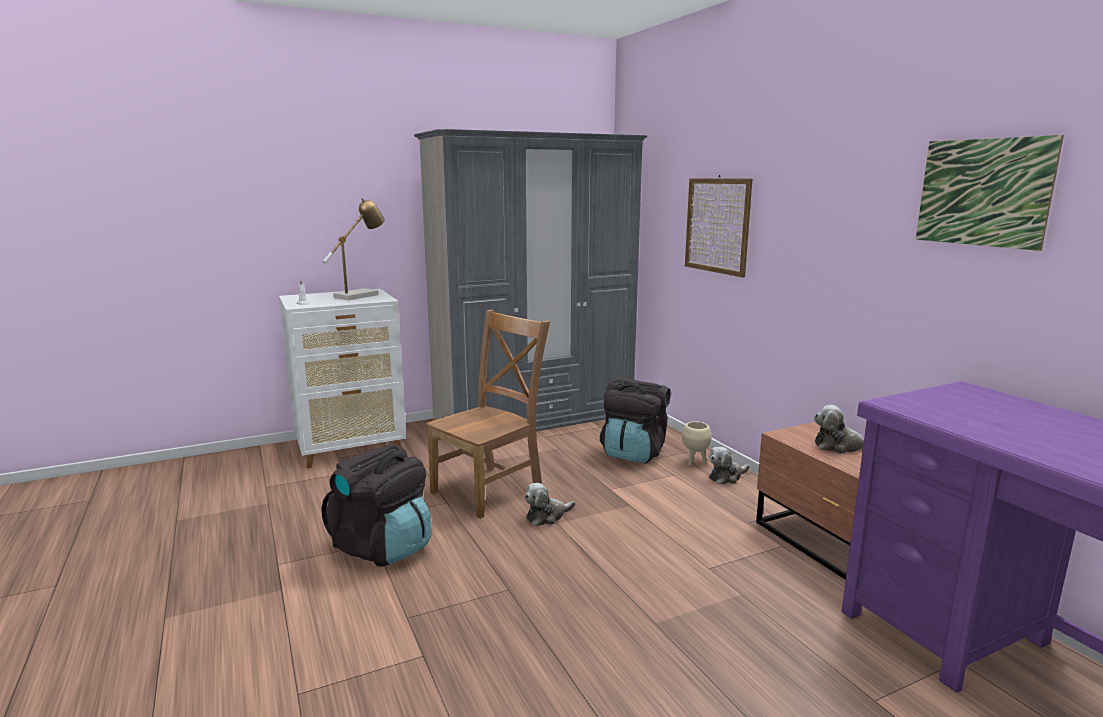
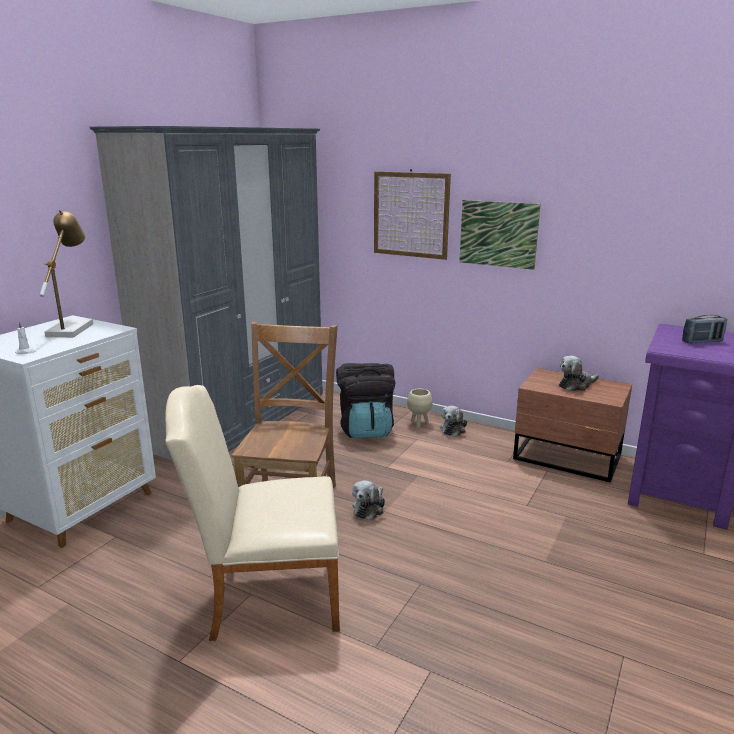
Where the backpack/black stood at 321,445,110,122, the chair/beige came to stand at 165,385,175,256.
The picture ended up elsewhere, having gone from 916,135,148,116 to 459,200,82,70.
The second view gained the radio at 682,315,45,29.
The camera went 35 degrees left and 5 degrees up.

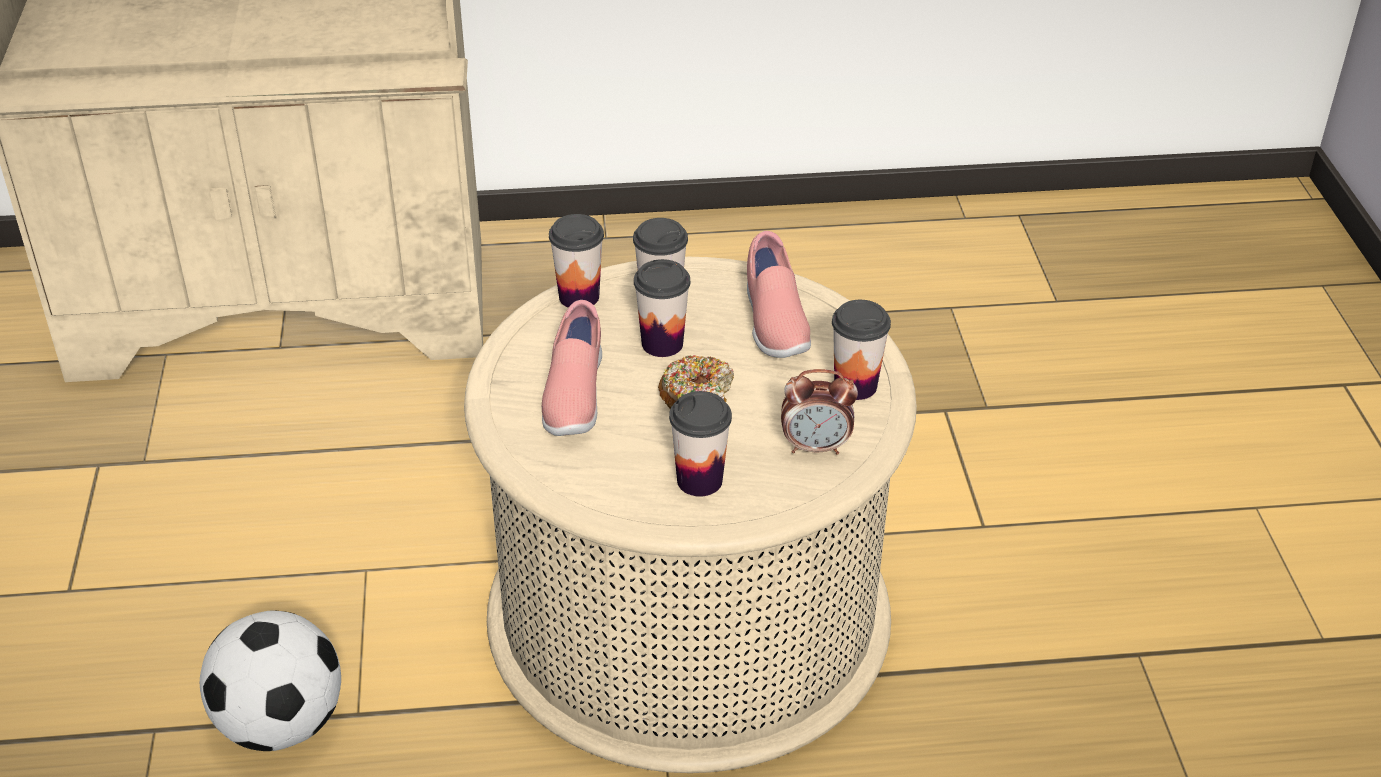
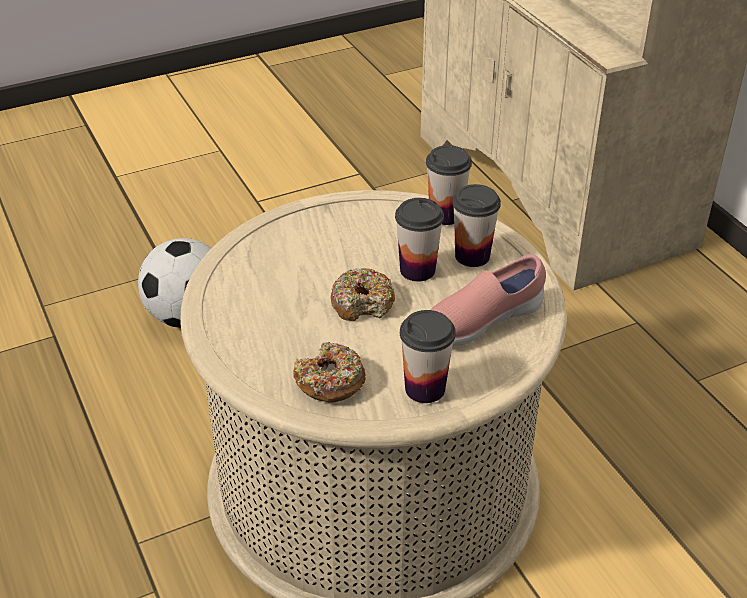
The second view lost the shoe/pink at 542,300,60,136.
The second view lost the cup at 669,391,63,106.
Where the alarm clock stood at 781,369,77,86, the donut came to stand at 293,342,73,61.
The camera went 70 degrees right and 0 degrees up.

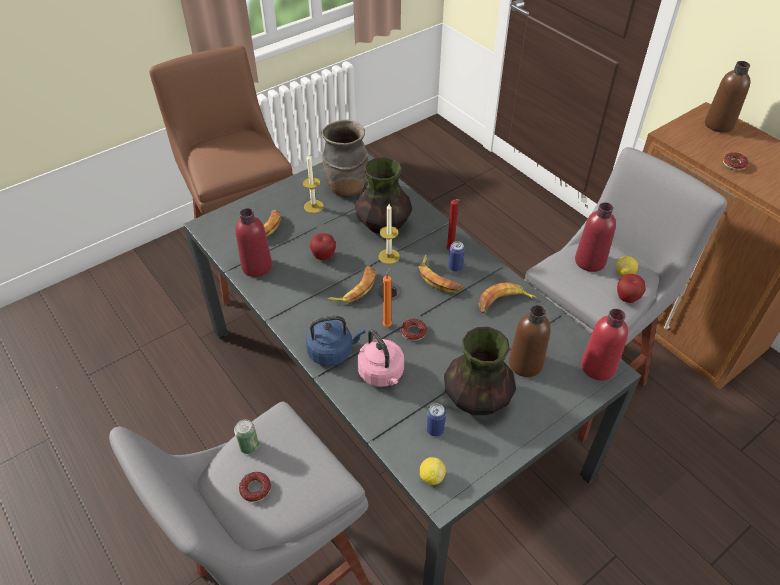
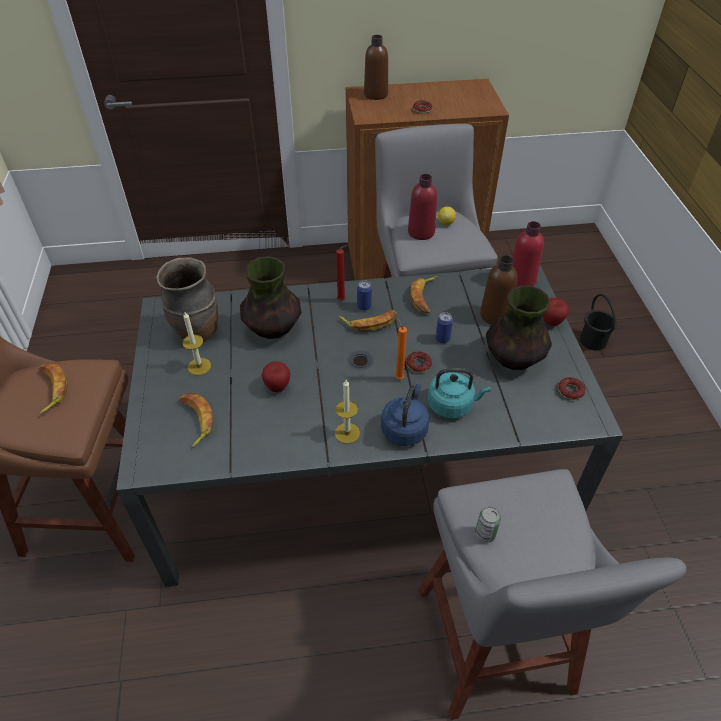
The second view lost the bottle/red at 235,208,37,69.
The donut ended up elsewhere, having gone from 239,472,32,30 to 558,377,27,23.
The banana ended up elsewhere, having gone from 327,266,49,37 to 38,363,29,51.
What was the kettle/pink at 357,329,47,58 turned into the kettle/turquoise at 428,368,63,51.
The candle ended up elsewhere, having gone from 379,204,21,60 to 335,380,25,64.
The second view lost the lemon at 420,457,26,28.
The can ended up elsewhere, having gone from 427,404,19,33 to 435,312,18,31.
The apple ended up elsewhere, having gone from 617,274,29,29 to 543,298,26,28.
The second view gained the bucket/black at 580,294,37,57.
The camera went 60 degrees left and 0 degrees up.

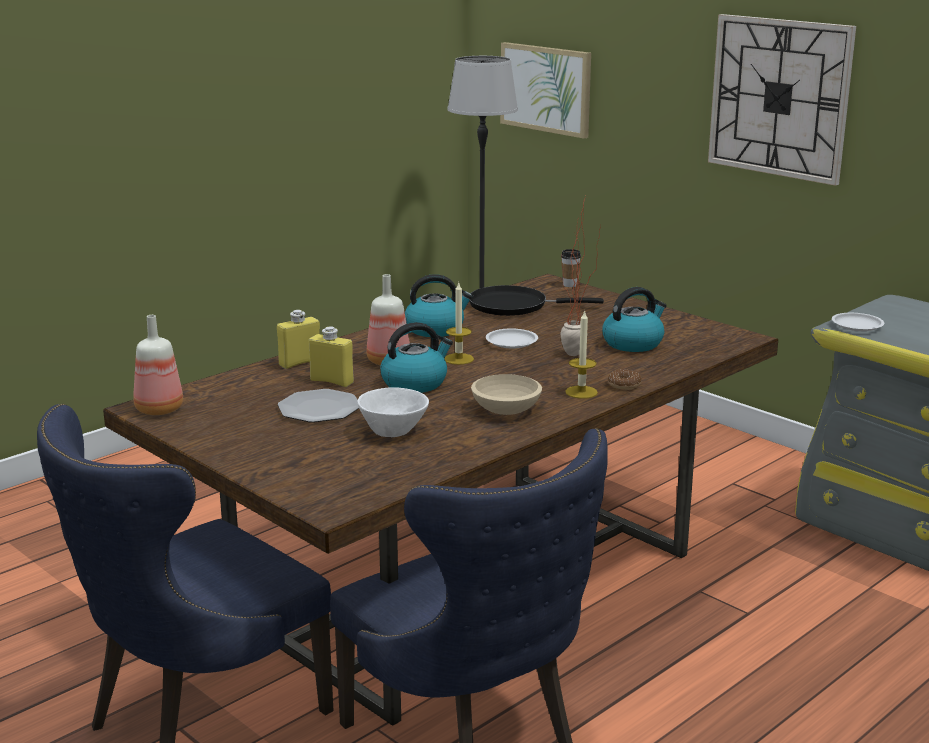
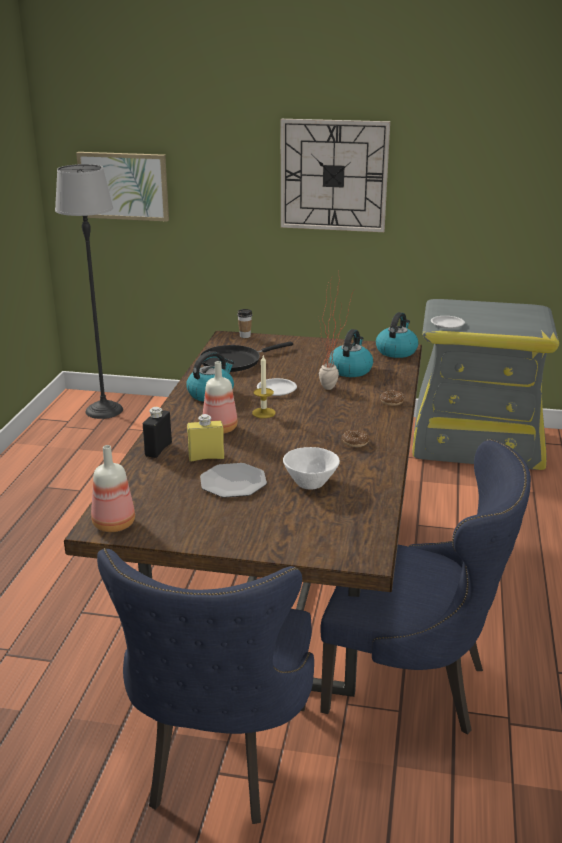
What was the bottle/yellow at 277,310,43,59 turned into the bottle/black at 143,407,29,51.
The kettle ended up elsewhere, having gone from 380,322,73,71 to 376,312,43,46.
Where the bowl/beige stood at 471,374,71,41, the donut came to stand at 342,430,27,17.
The second view lost the candle at 565,310,33,89.
The camera went 35 degrees left and 5 degrees up.

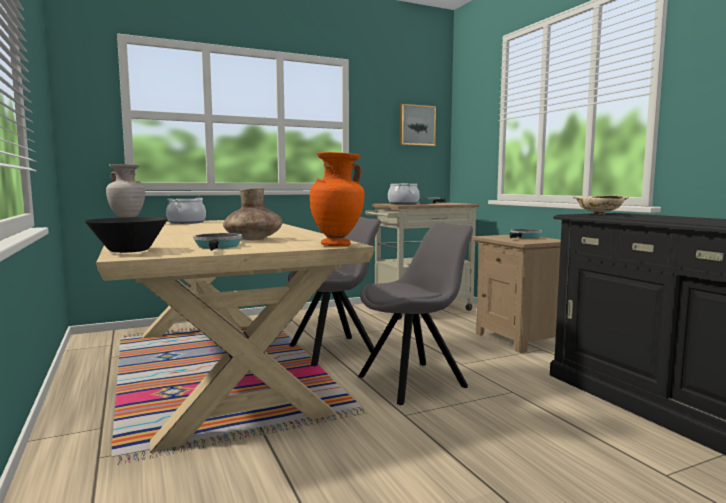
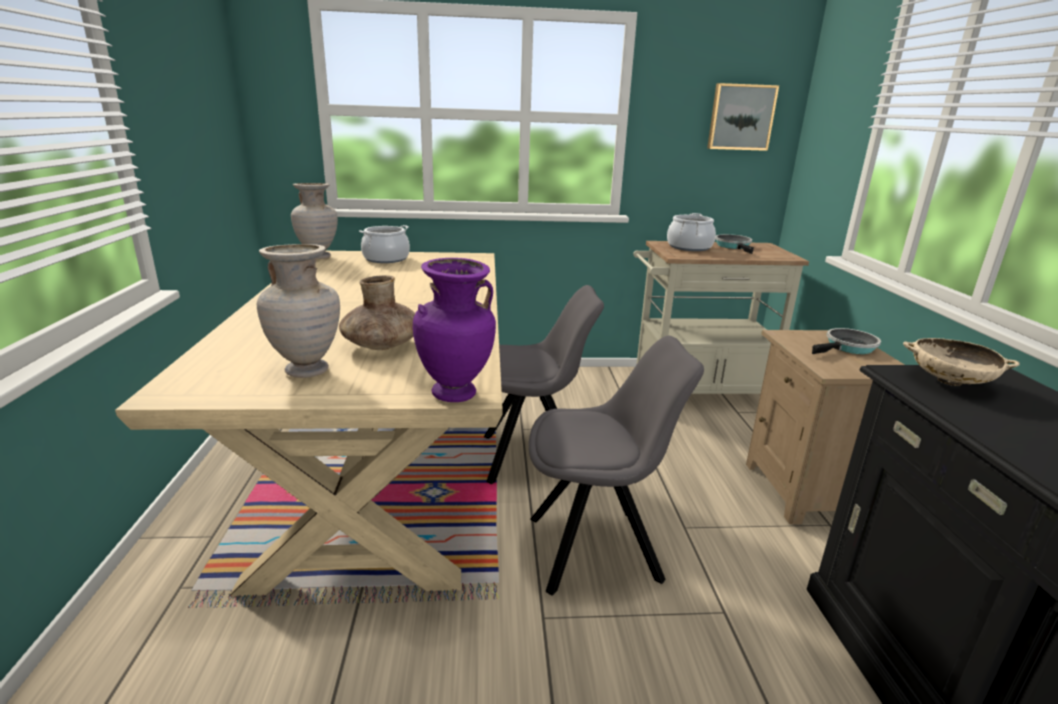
The second view lost the bowl/black at 85,217,83,36.
Where the frying pan stood at 193,233,49,18, the vase/beige came to stand at 257,244,83,134.
What was the vase/orange at 310,152,54,94 turned into the vase/purple at 413,258,83,144.
The camera went 20 degrees right and 15 degrees up.

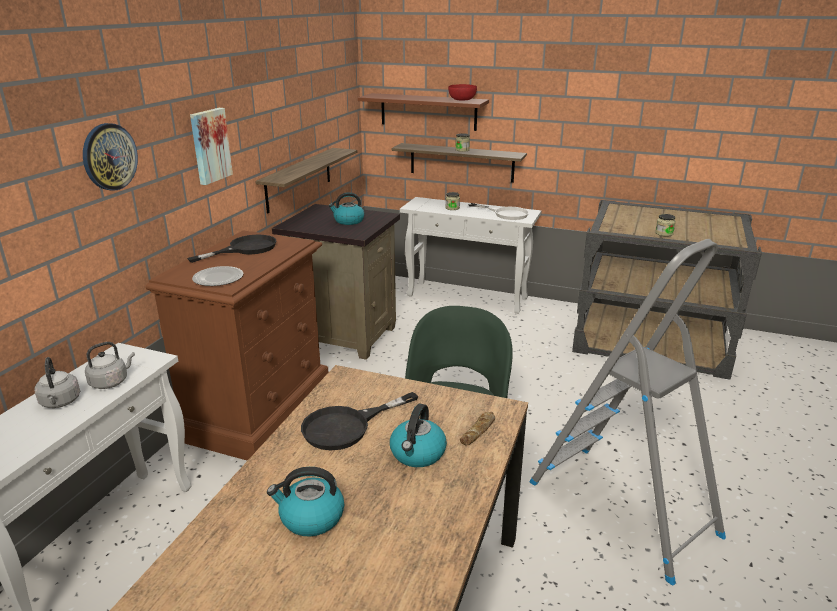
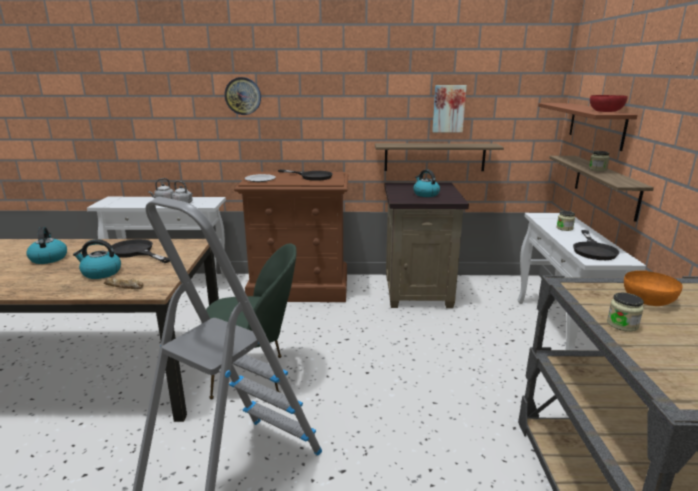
The picture ended up elsewhere, having gone from 190,108,43,77 to 432,85,35,47.
What was the frying pan/white at 468,203,61,17 turned into the frying pan/black at 573,230,46,30.
The second view gained the bowl/orange at 624,271,59,35.
The camera went 70 degrees right and 5 degrees down.

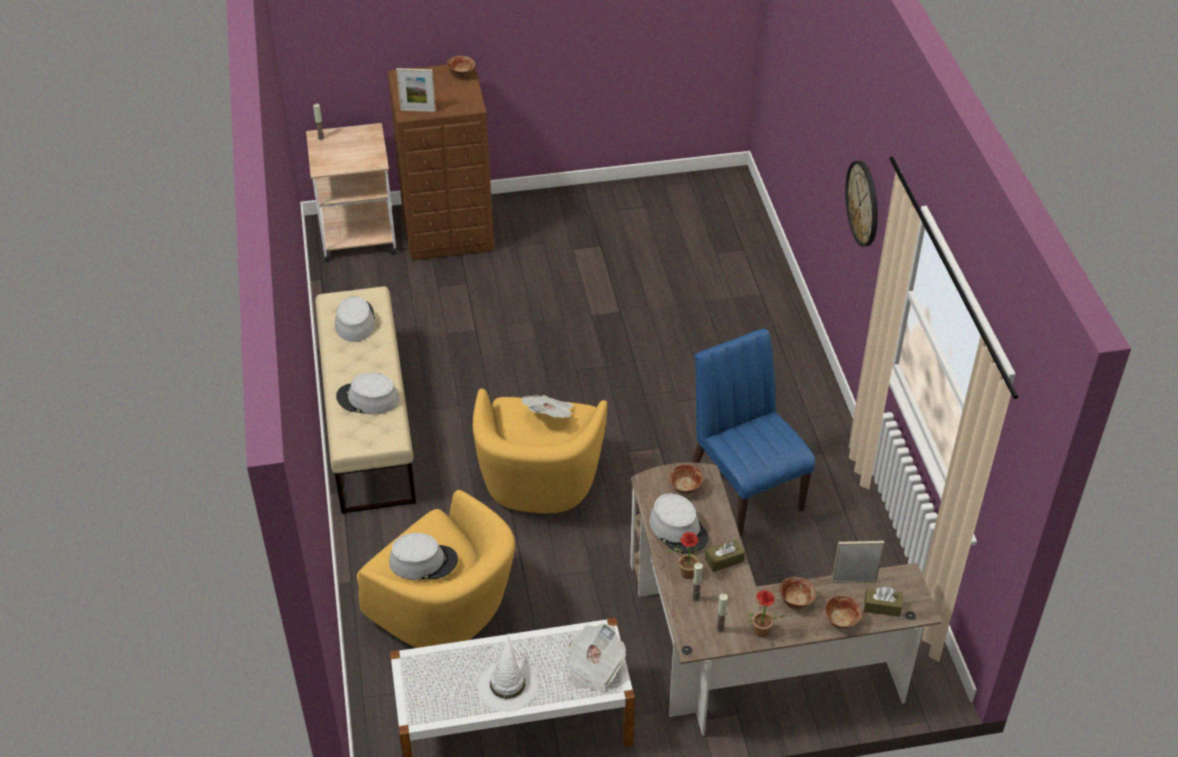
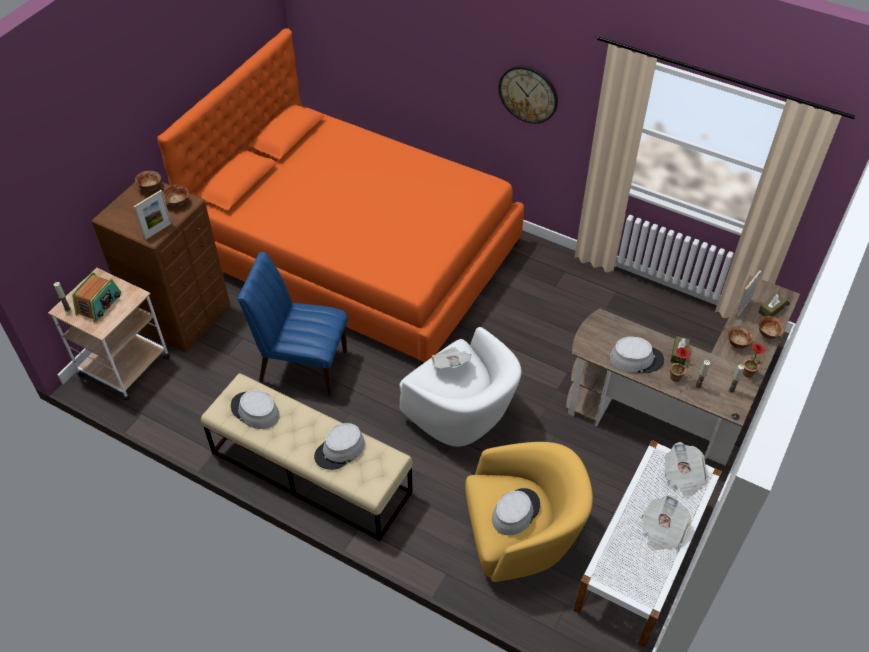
What was the armchair/yellow at 473,389,134,124 turned into the armchair/white at 400,327,122,120.
Where the hat/white stood at 478,634,60,78, the newspaper came to stand at 642,495,49,55.
The bowl ended up elsewhere, having gone from 668,464,35,30 to 163,185,26,22.
The chair/blue ended up elsewhere, having gone from 692,329,123,208 to 237,252,111,144.
The second view gained the radio at 72,272,49,50.
The second view gained the bed/orange at 157,28,367,337.
The camera went 50 degrees left and 5 degrees up.

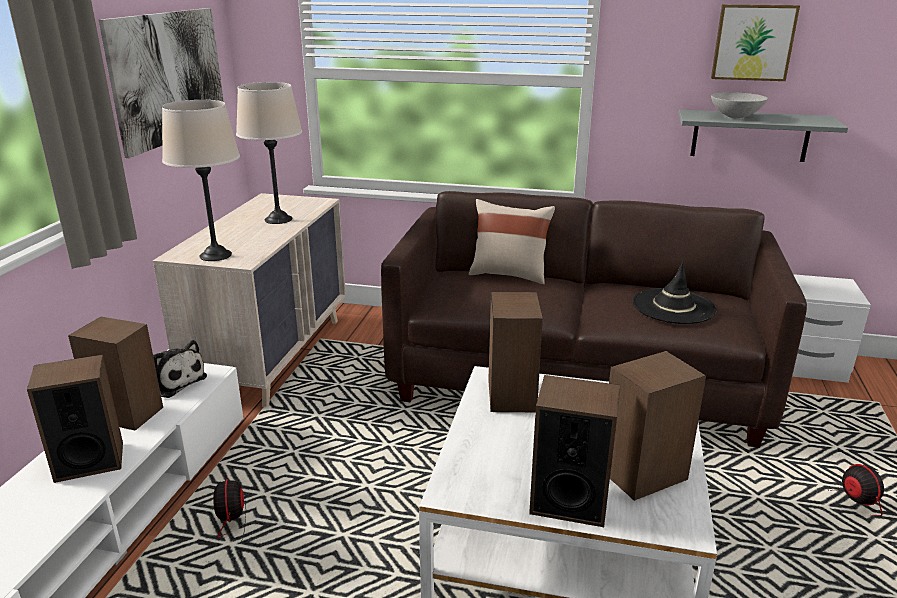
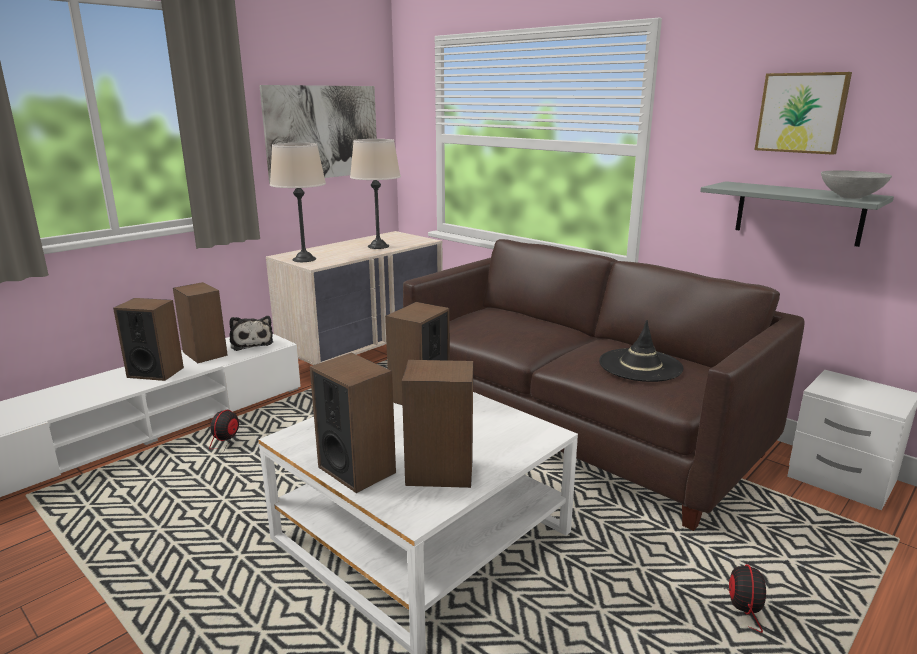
The second view lost the pillow/beige at 469,199,86,85.
The bowl/grey ended up elsewhere, having gone from 711,92,57,27 to 821,170,71,29.
The camera went 30 degrees right and 5 degrees down.

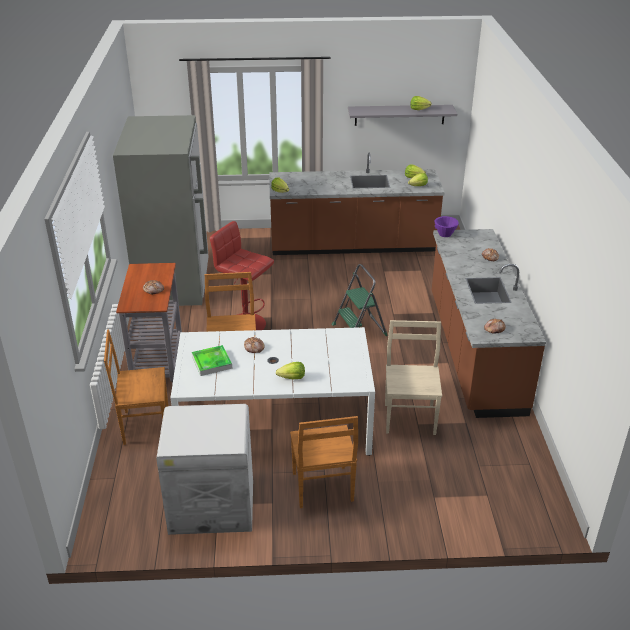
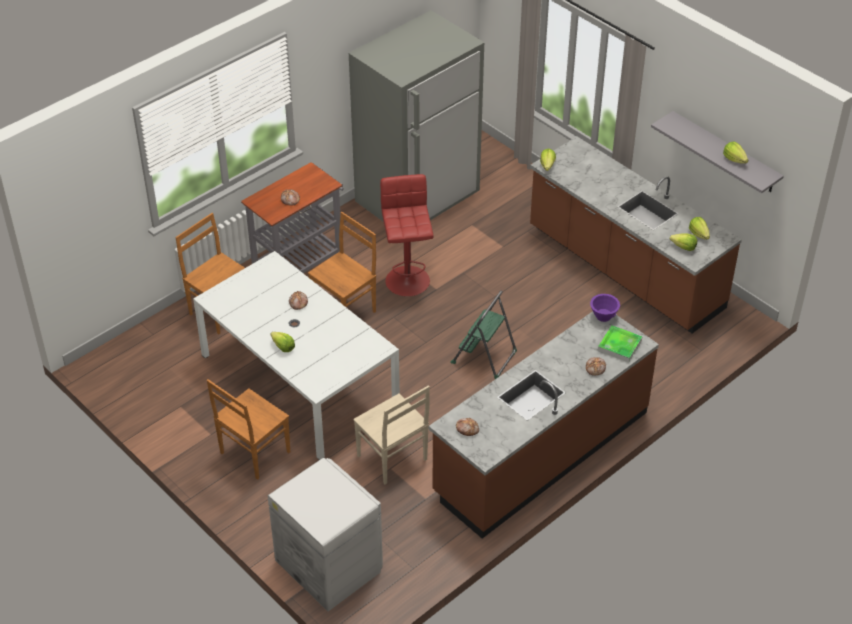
The washing machine/white ended up elsewhere, having gone from 156,404,97,131 to 268,458,115,153.
The tray ended up elsewhere, having gone from 192,345,40,31 to 598,325,45,37.
The chair/beige at 385,320,57,115 ended up facing another way, 90 degrees clockwise from before.
The camera went 50 degrees right and 10 degrees up.

